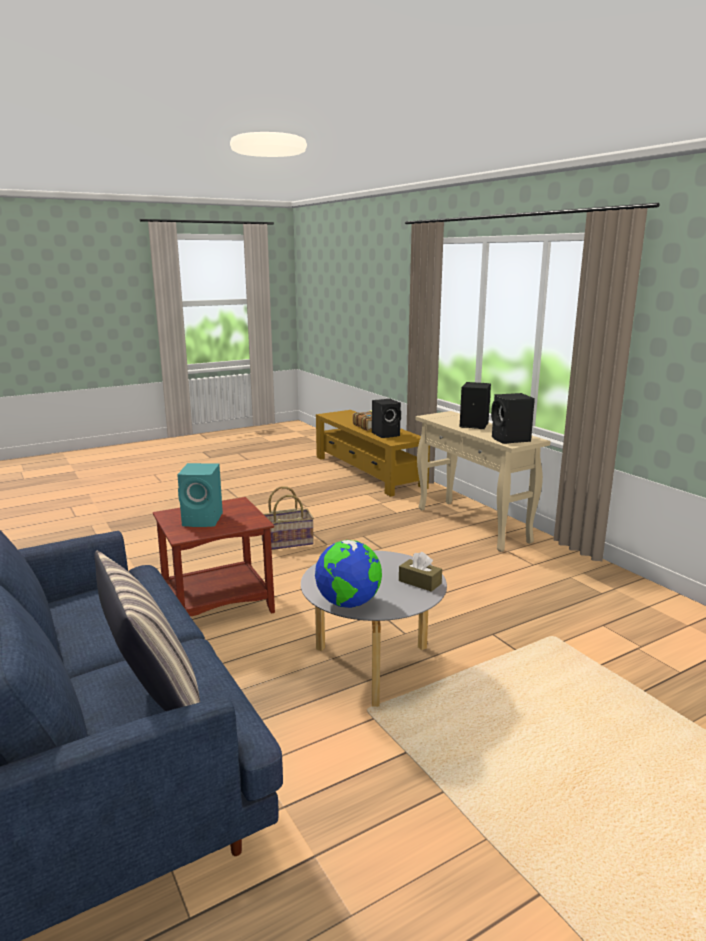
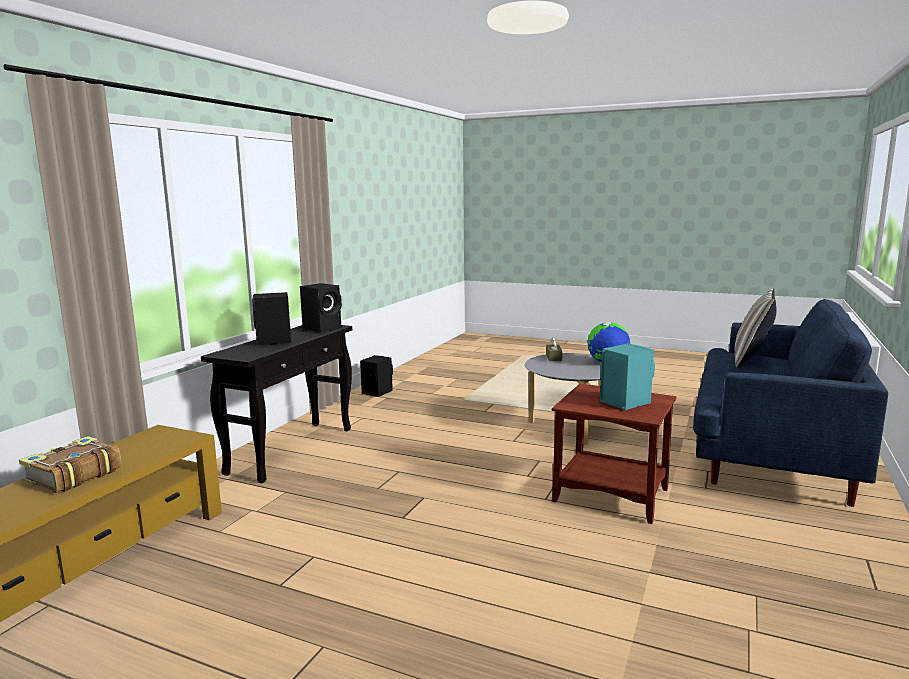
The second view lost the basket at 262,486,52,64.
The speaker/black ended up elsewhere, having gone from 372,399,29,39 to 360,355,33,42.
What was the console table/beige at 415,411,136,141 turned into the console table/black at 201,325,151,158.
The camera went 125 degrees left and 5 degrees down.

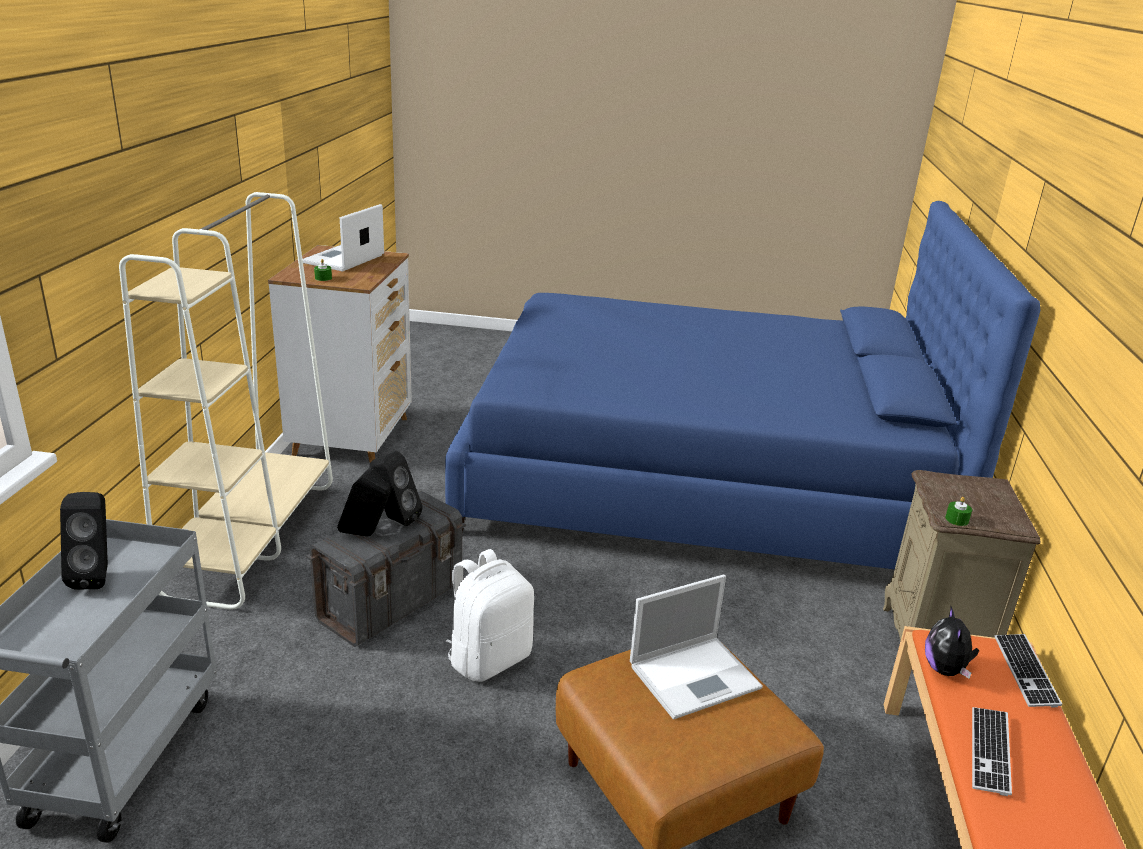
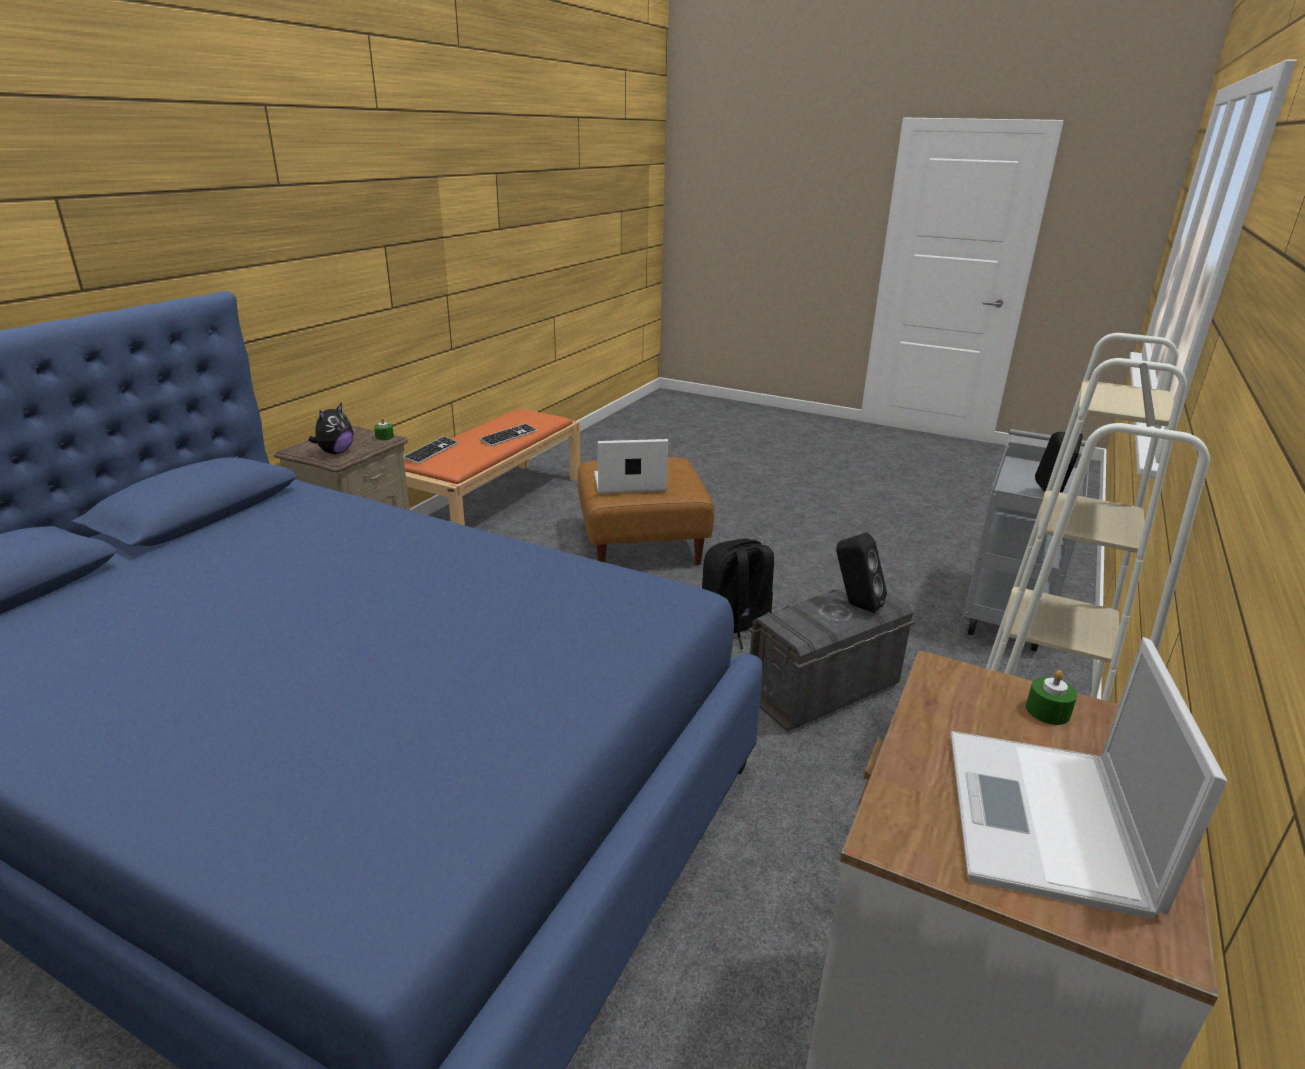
The laptop at 303,204,81,68 ended up facing another way, 150 degrees clockwise from before.
The second view lost the speaker/black at 370,451,53,75.
What was the backpack/white at 446,549,88,133 turned into the backpack/black at 702,538,72,111.
The plush toy ended up elsewhere, having gone from 925,607,54,71 to 309,402,44,52.
The camera went 160 degrees left and 0 degrees up.

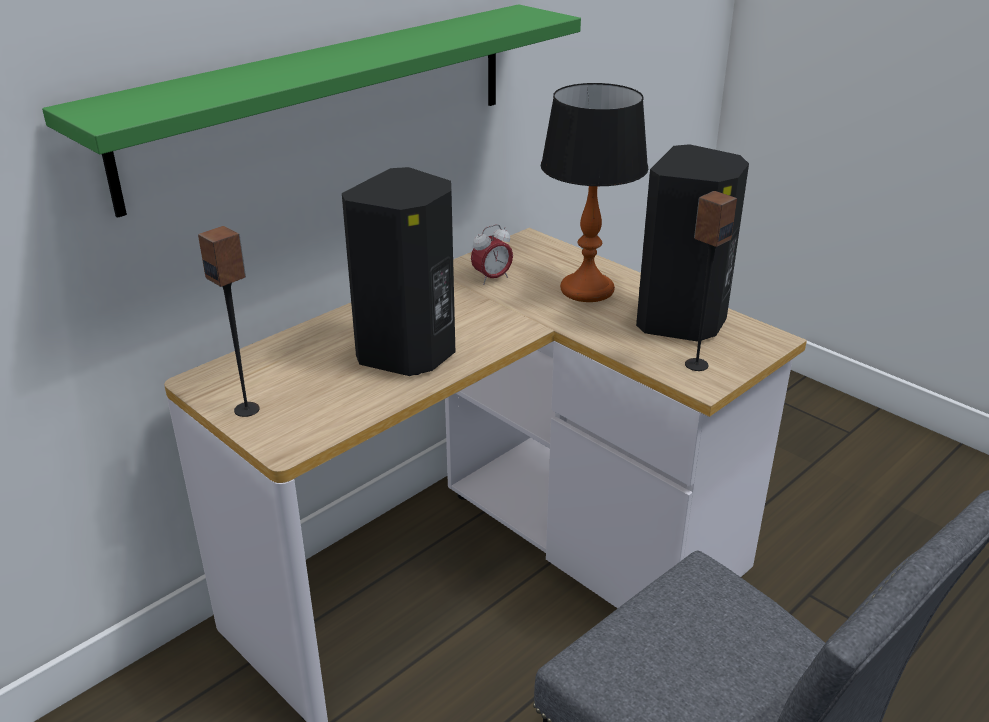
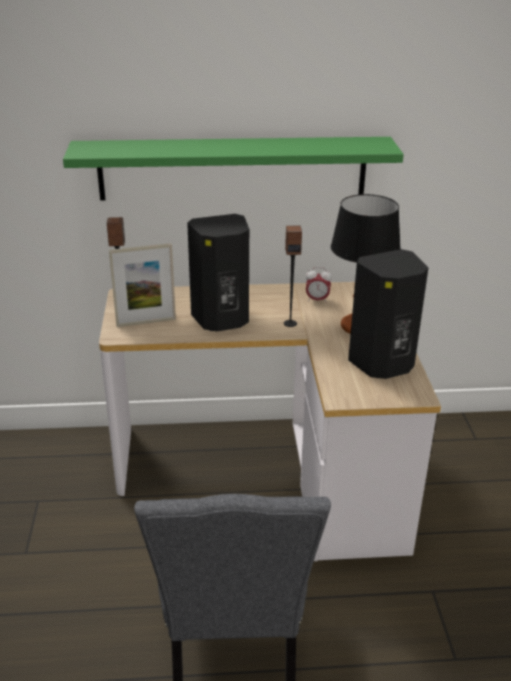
The speaker ended up elsewhere, having gone from 685,191,52,180 to 284,226,18,101.
The second view gained the picture frame at 109,243,67,84.
The camera went 40 degrees right and 0 degrees up.

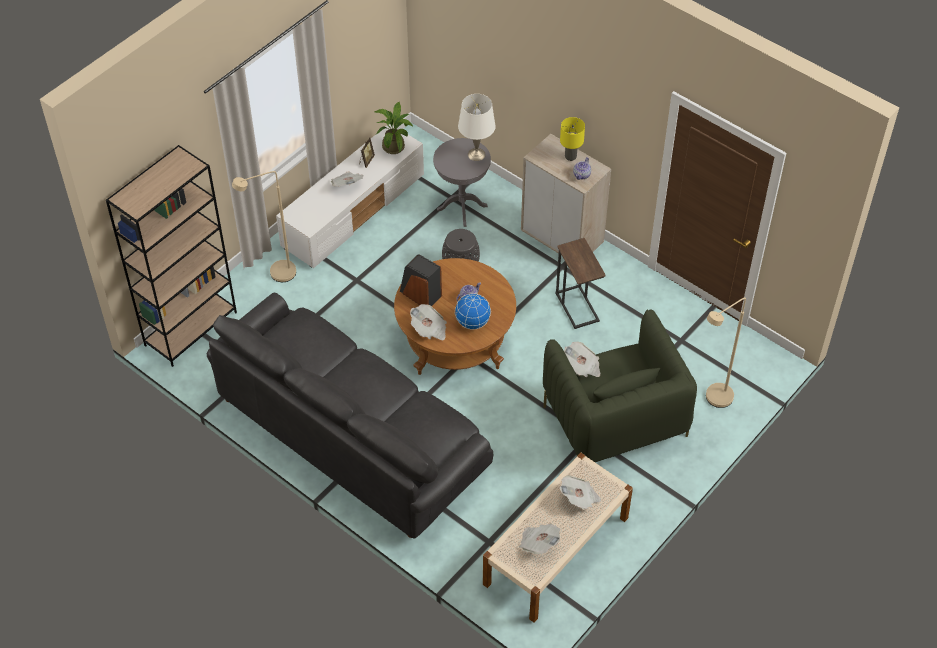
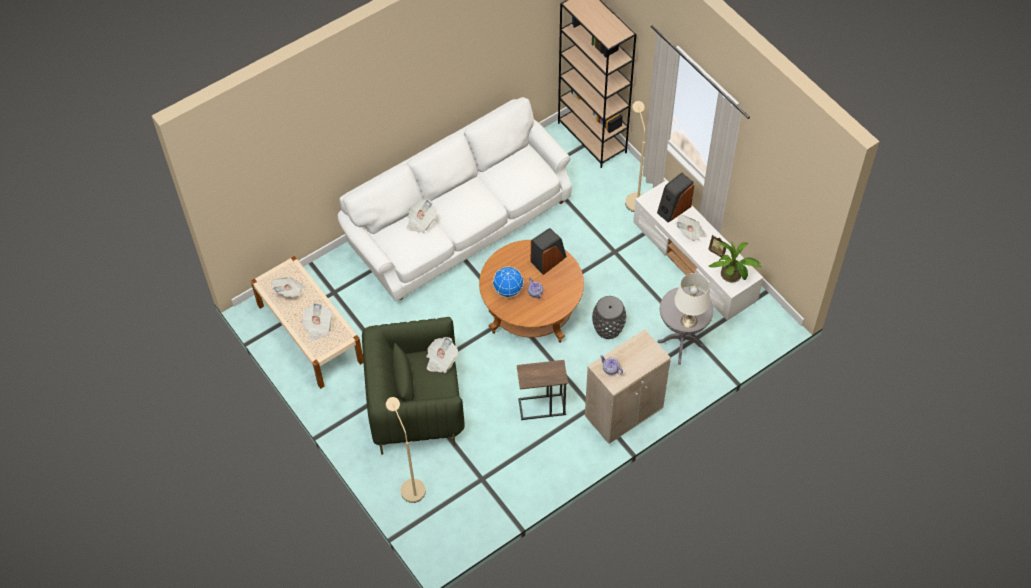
What was the sofa/black at 207,293,286,246 turned into the sofa/white at 337,97,235,204.
The newspaper ended up elsewhere, having gone from 410,304,37,36 to 406,200,31,33.
The second view lost the table lamp/yellow at 560,117,25,44.
The second view gained the speaker at 657,173,37,50.
The camera went 105 degrees right and 5 degrees up.

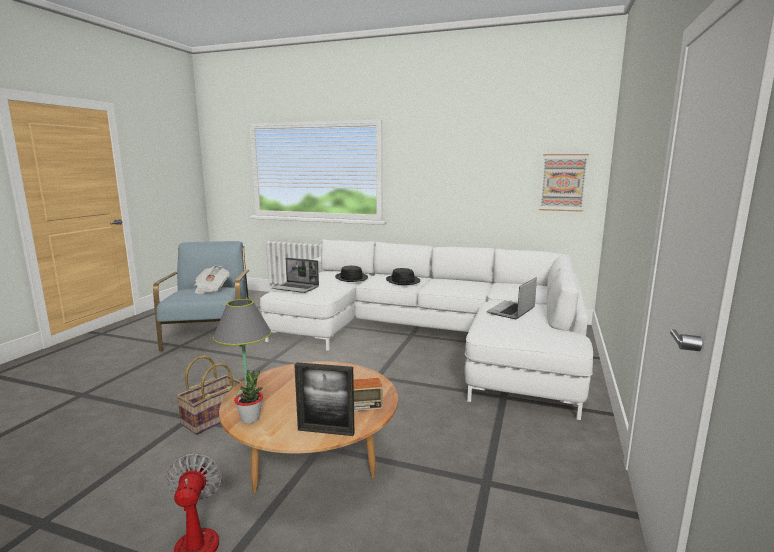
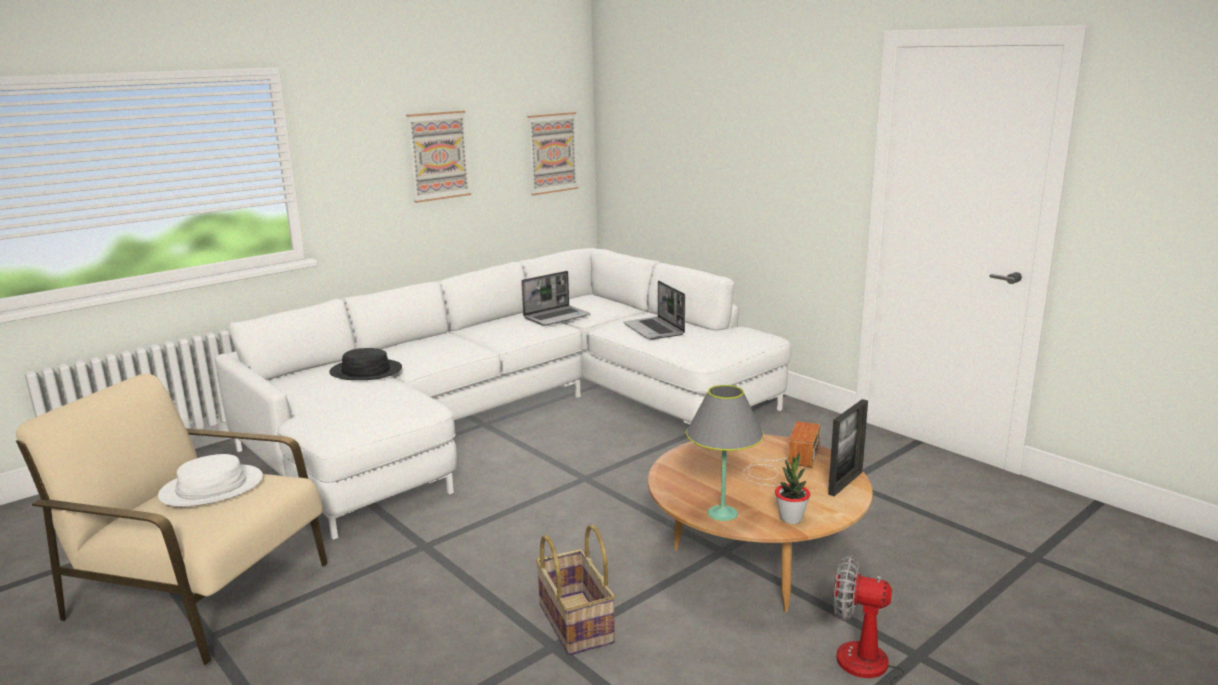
What was the armchair/blue at 153,241,96,110 turned into the armchair/beige at 16,374,312,291.
Where the newspaper stood at 194,266,35,28, the hat/white came to stand at 158,454,105,52.
The laptop ended up elsewhere, having gone from 272,258,47,35 to 521,271,70,55.
The second view lost the hat/black at 386,268,34,17.
The second view gained the picture at 406,111,65,92.
The camera went 60 degrees left and 5 degrees up.

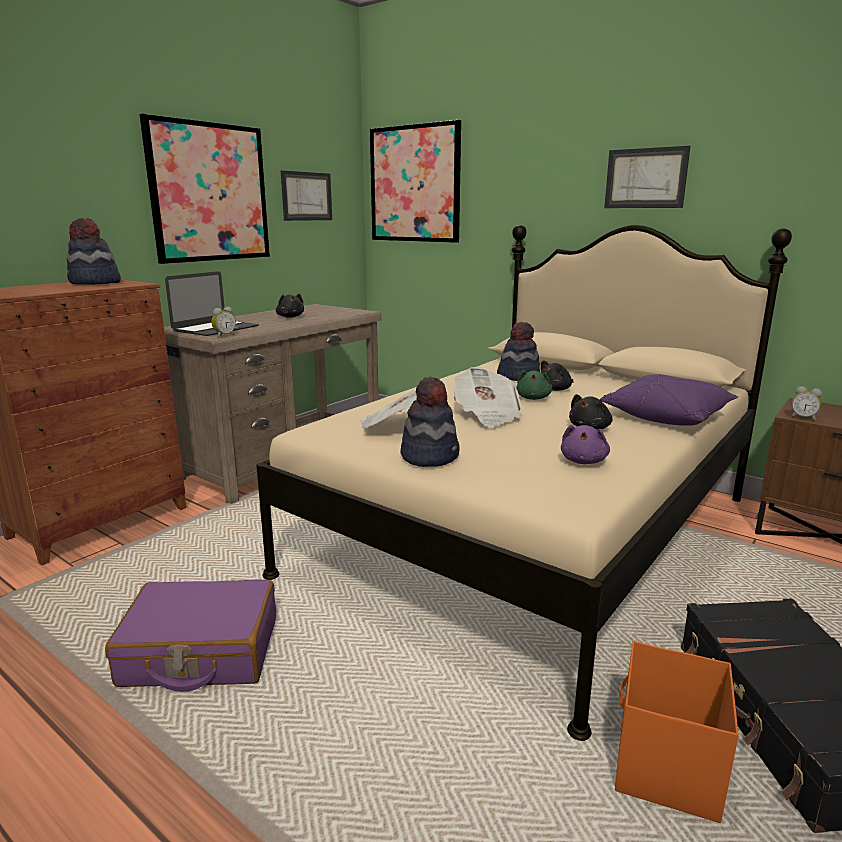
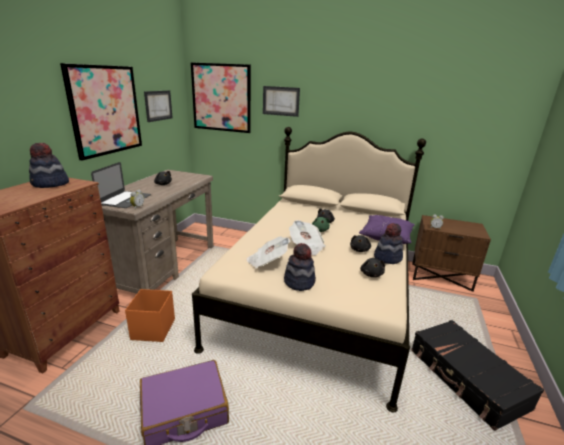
The hat ended up elsewhere, having gone from 497,322,43,59 to 374,223,29,41.
What was the plush toy/purple at 561,425,49,39 turned into the plush toy/black at 360,258,25,19.
The picture ended up elsewhere, having gone from 604,146,87,62 to 263,86,37,31.
The storage box/orange ended up elsewhere, having gone from 615,641,124,182 to 125,289,50,53.
The camera went 20 degrees left and 5 degrees up.

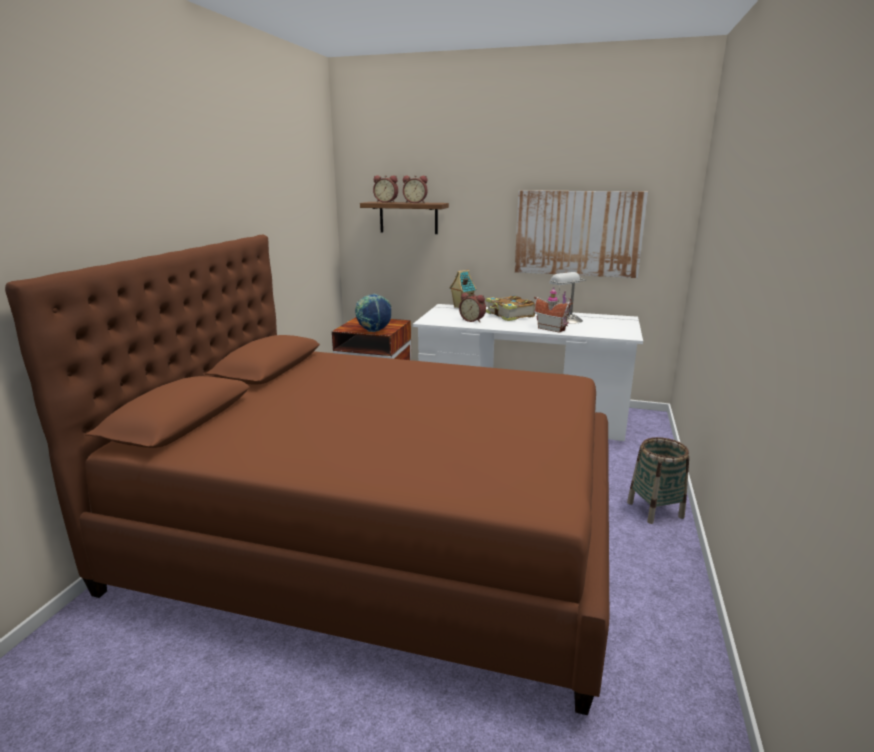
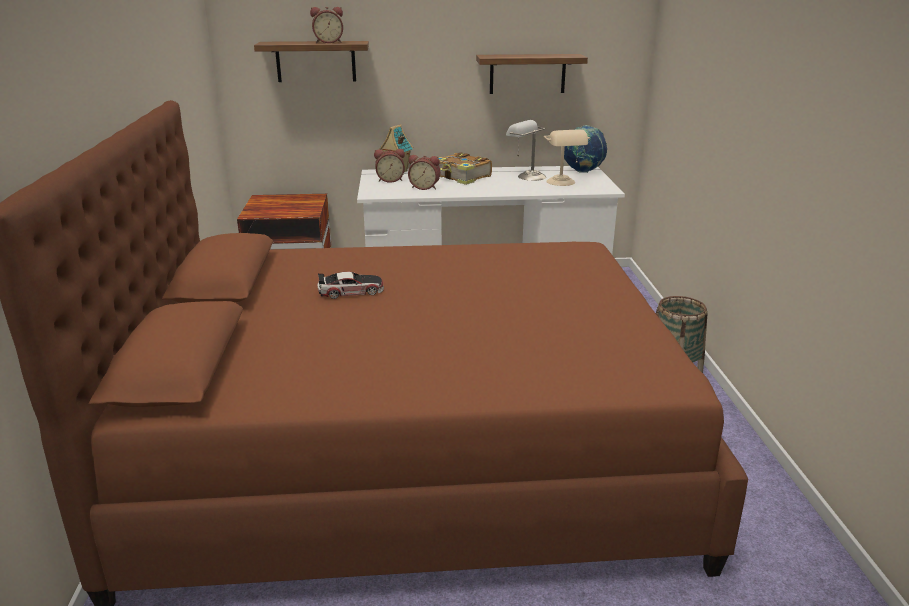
The globe ended up elsewhere, having gone from 355,294,36,38 to 564,125,43,48.
The alarm clock ended up elsewhere, having gone from 373,175,25,28 to 374,149,31,34.
Where the picture hung at 515,190,133,88, the shelf came to hang at 476,54,112,40.
The second view lost the toy house at 534,288,39,45.
The second view gained the toy car at 317,272,67,27.
The second view gained the table lamp/beige at 544,129,46,57.
The camera went 20 degrees left and 5 degrees up.

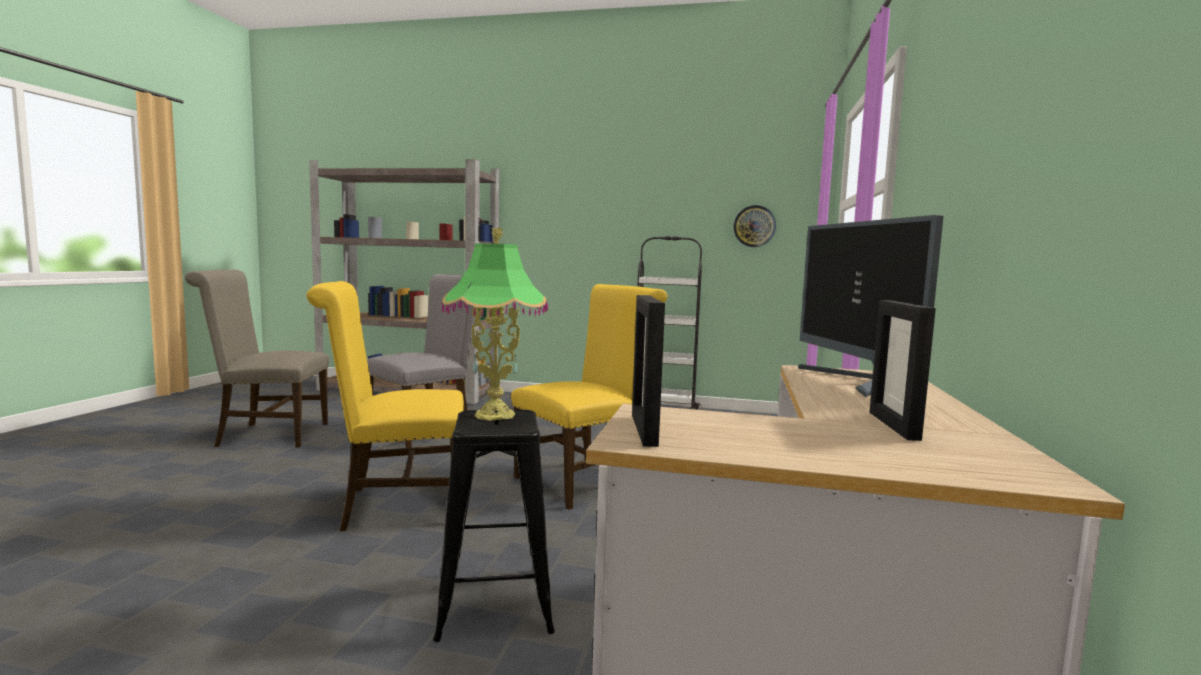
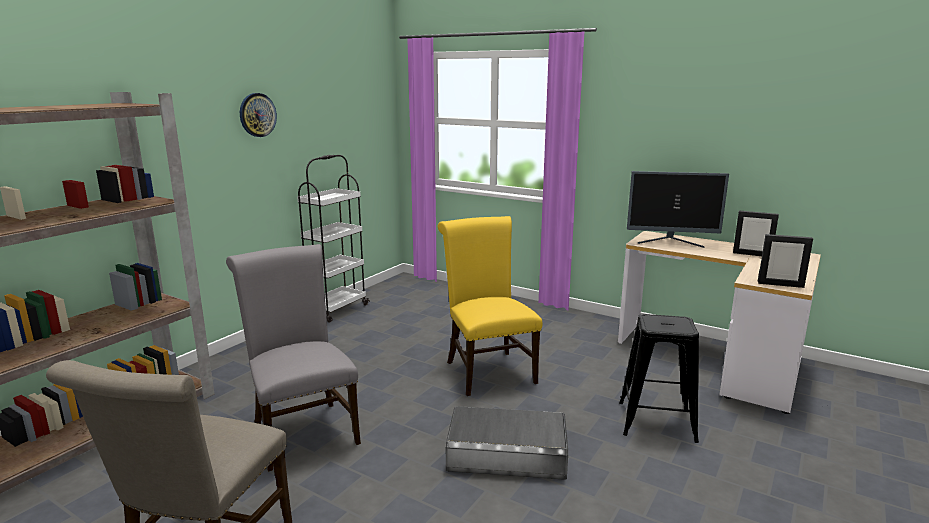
Where the chair/yellow stood at 307,281,157,251, the storage box/grey came to stand at 446,406,122,74.
The second view lost the table lamp at 442,228,106,193.
The wall clock ended up elsewhere, having gone from 734,205,42,42 to 240,93,37,44.
The camera went 70 degrees left and 10 degrees up.

